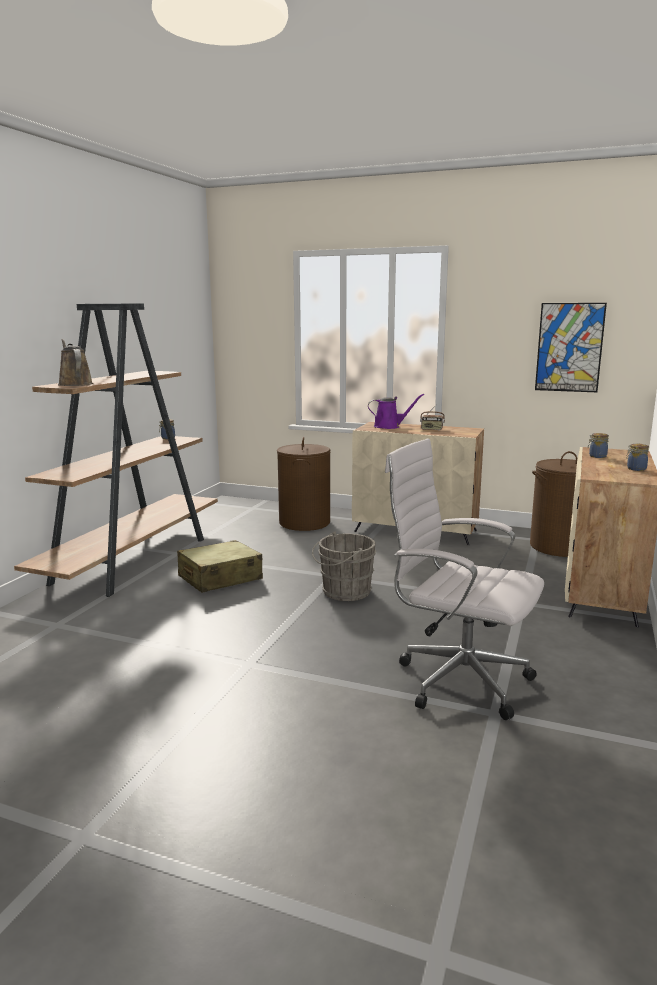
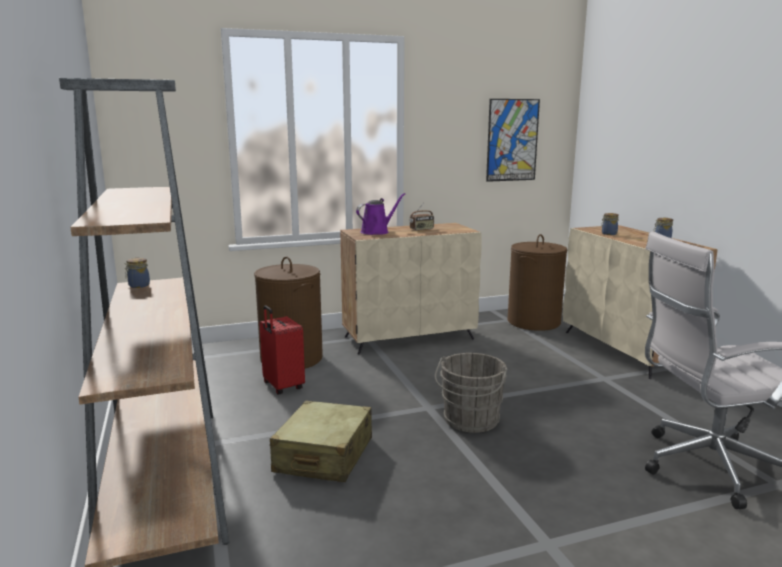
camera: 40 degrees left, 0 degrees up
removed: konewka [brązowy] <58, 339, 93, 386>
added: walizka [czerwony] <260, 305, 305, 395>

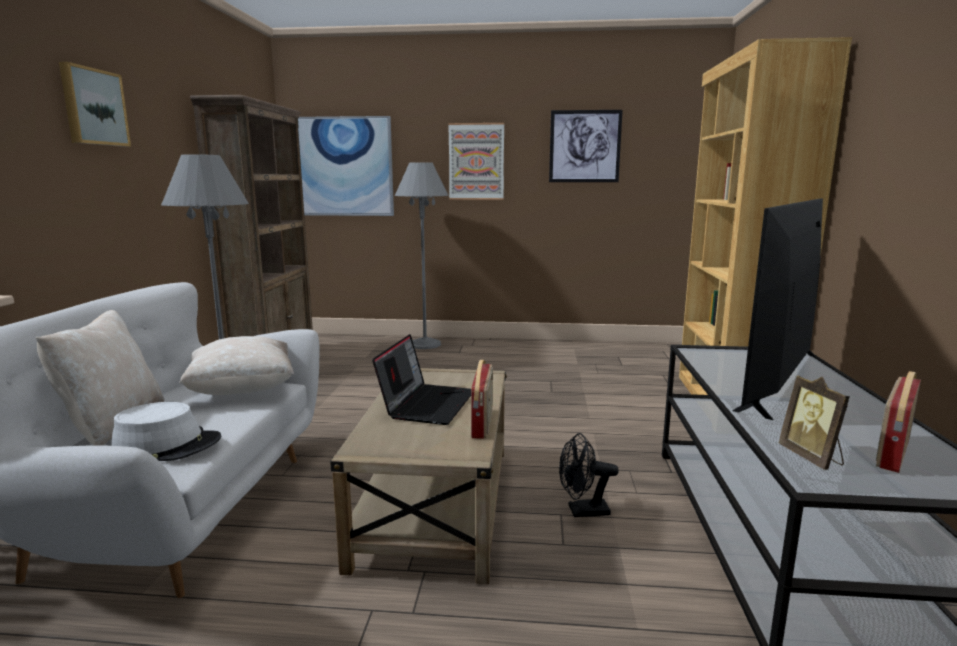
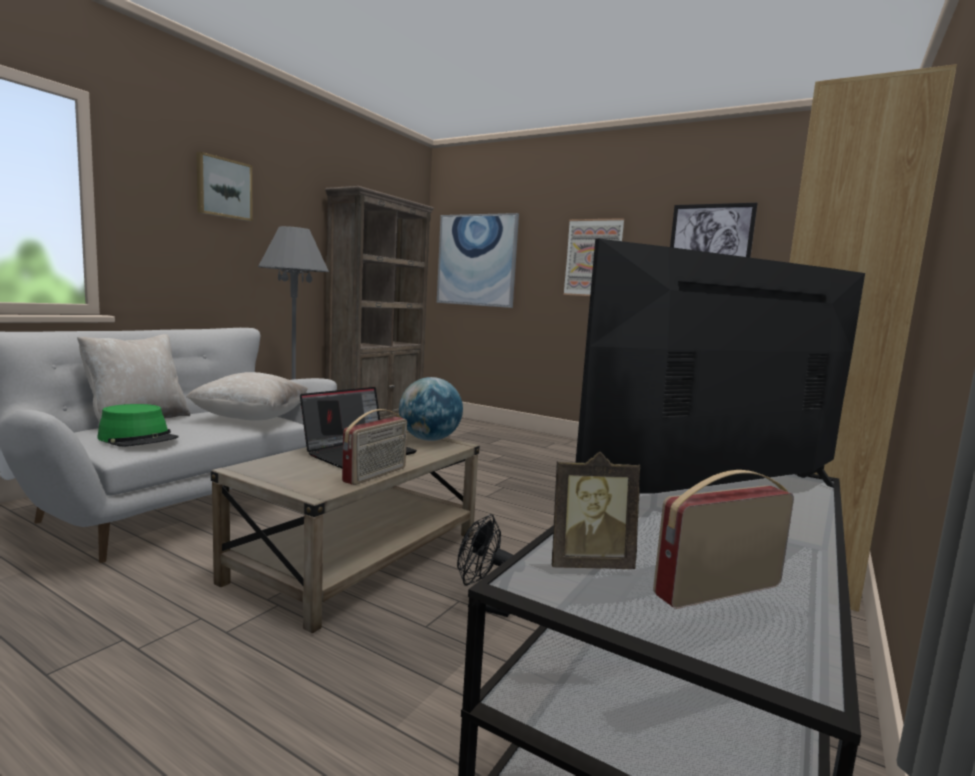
camera: 25 degrees right, 5 degrees down
removed: lampa stojąca [szary] <395, 162, 449, 349>
added: globus <399, 377, 463, 441>
recoloured: kapelusz [szary] <112, 402, 221, 461> to kapelusz [zielony] <97, 404, 178, 447>
turned: ramka na zdjęcie <778, 376, 850, 470> = <552, 452, 641, 569> 105 degrees counterclockwise

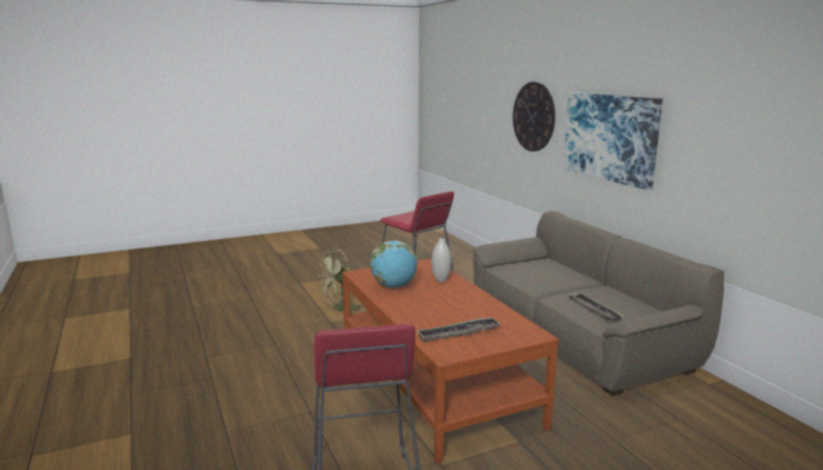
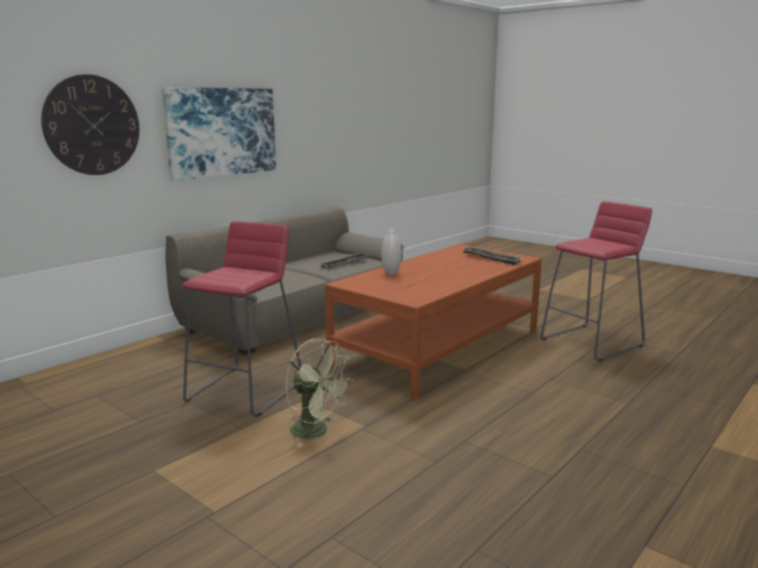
camera: 115 degrees left, 0 degrees up
removed: globus <370, 240, 417, 288>

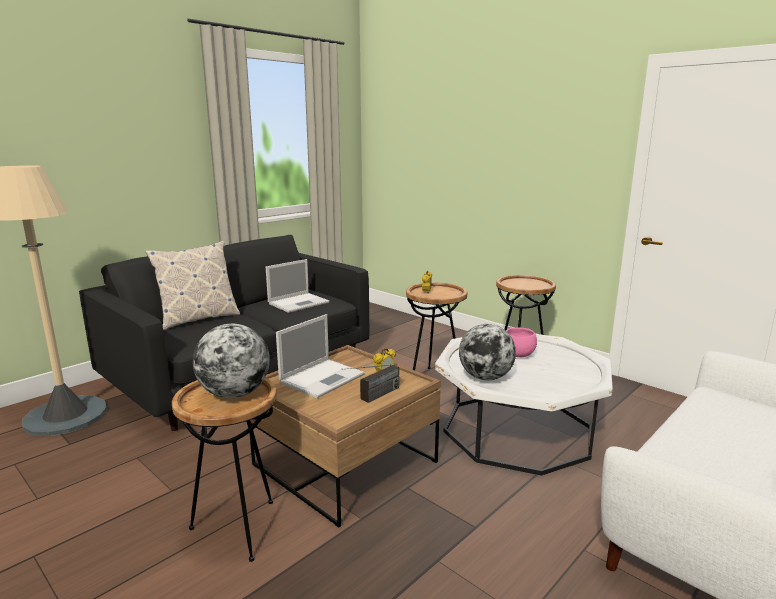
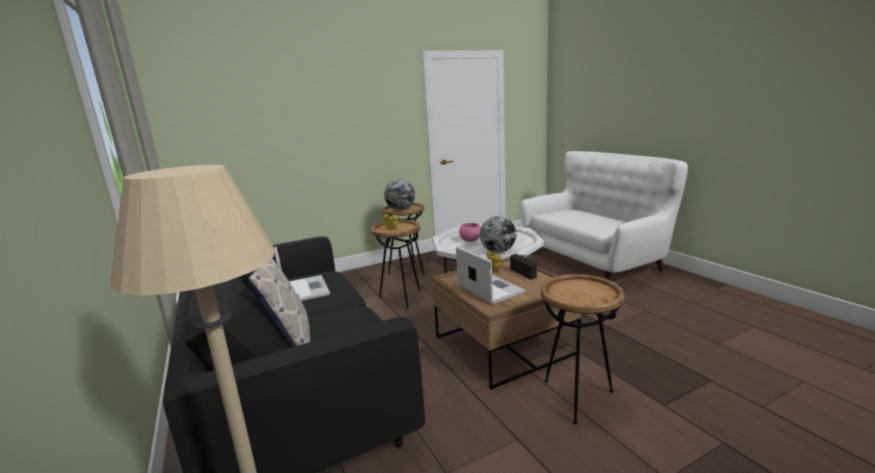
camera: 70 degrees left, 0 degrees up
moved: globus <193, 324, 270, 398> to <384, 179, 415, 210>

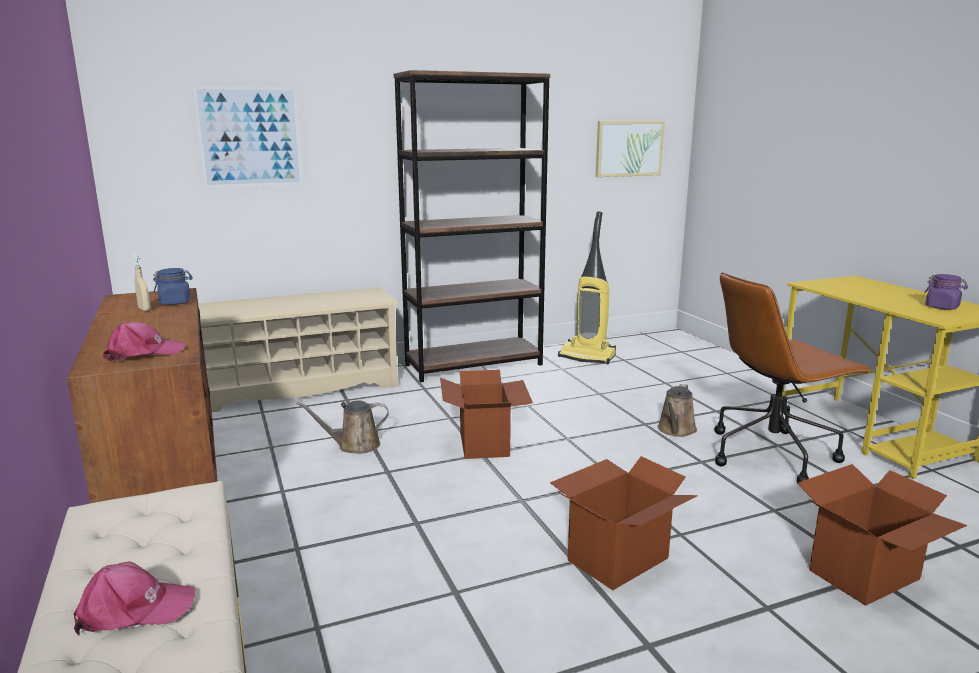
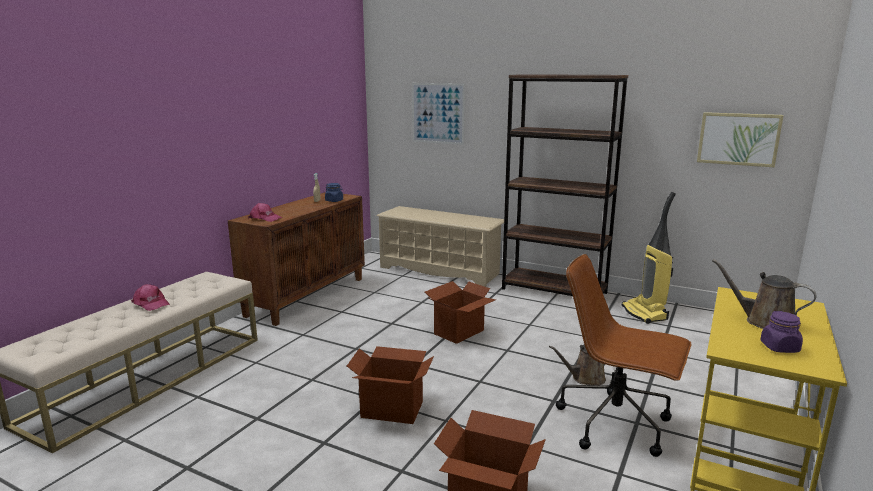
camera: 50 degrees right, 0 degrees up
moved: konewka [brązowy] <297, 401, 389, 454> to <712, 259, 817, 329>

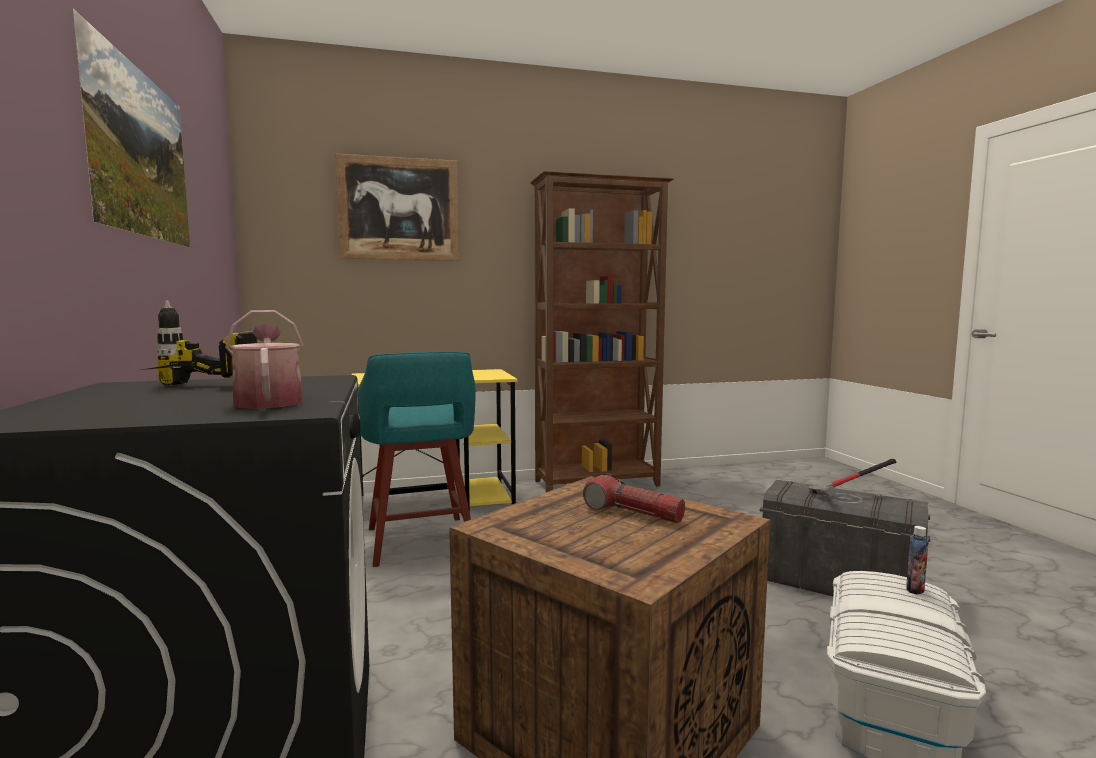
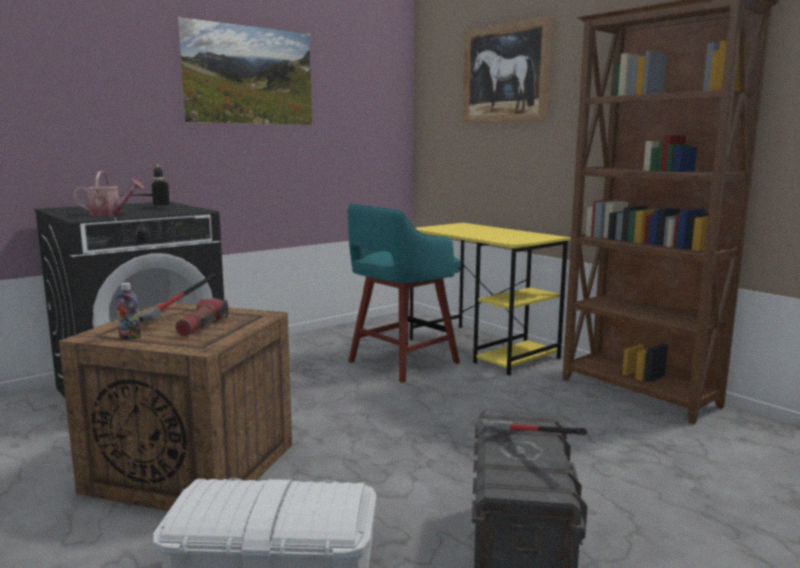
camera: 65 degrees right, 5 degrees up
added: młotek <139, 273, 217, 323>
moved: butelka <906, 526, 929, 595> to <116, 283, 141, 340>
turned: konewka <225, 310, 304, 409> = <73, 171, 144, 216> 45 degrees clockwise

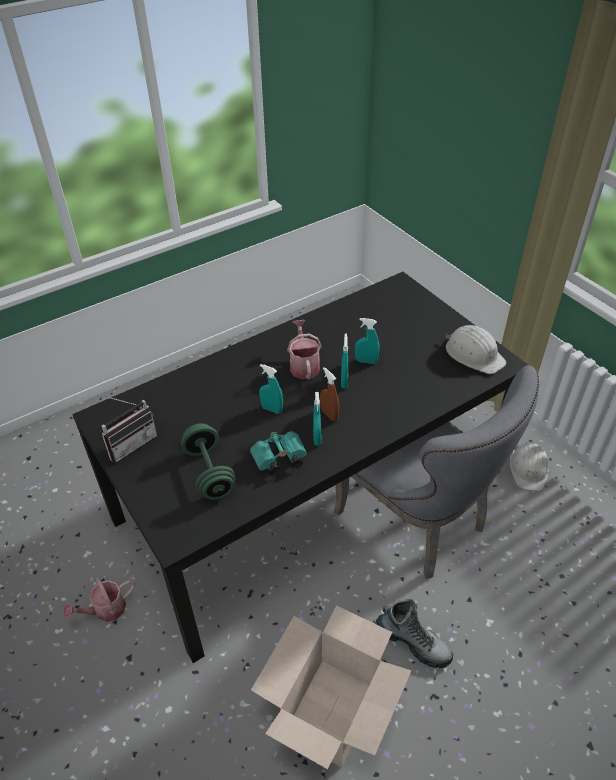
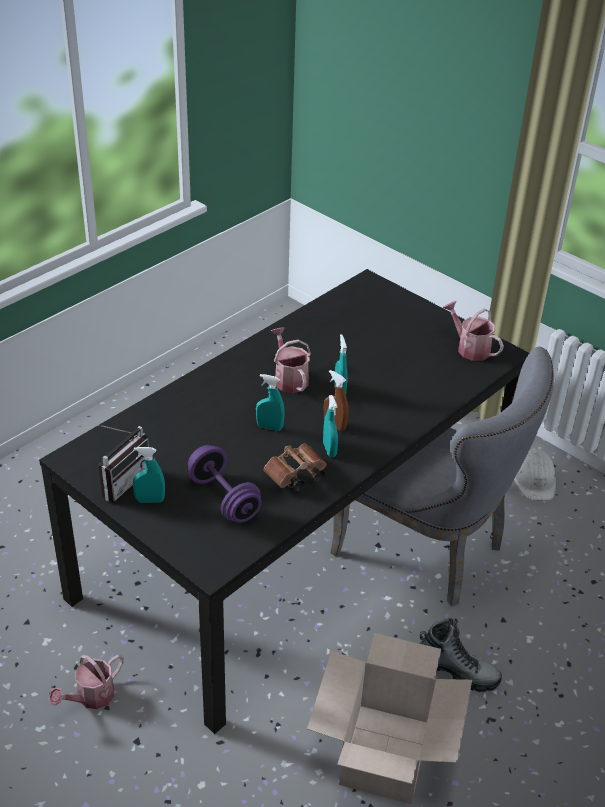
camera: 15 degrees left, 5 degrees down
moved: spryskiwacz [turkusowy] <355, 318, 379, 364> to <133, 447, 165, 503>
replaced: kask [biały] <446, 325, 507, 374> to konewka <443, 301, 504, 361>
recoloured: hantel [zielony] <181, 423, 236, 500> to hantel [fioletowy] <188, 445, 262, 523>; lornetka [turkusowy] <250, 431, 307, 476> to lornetka [brązowy] <264, 443, 326, 491>

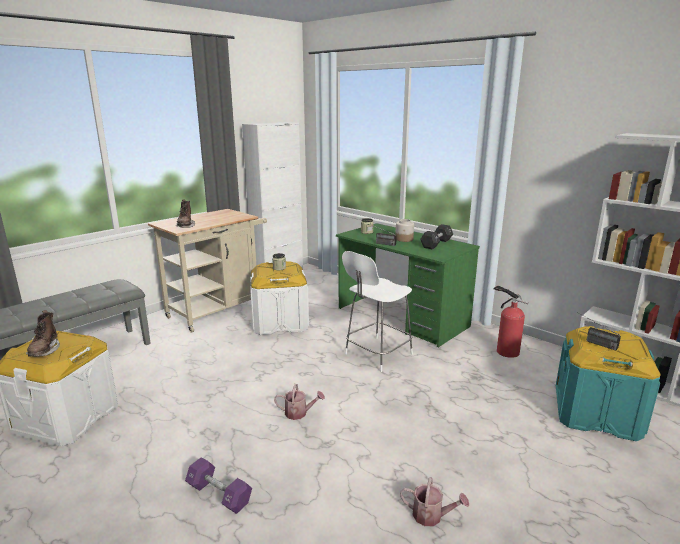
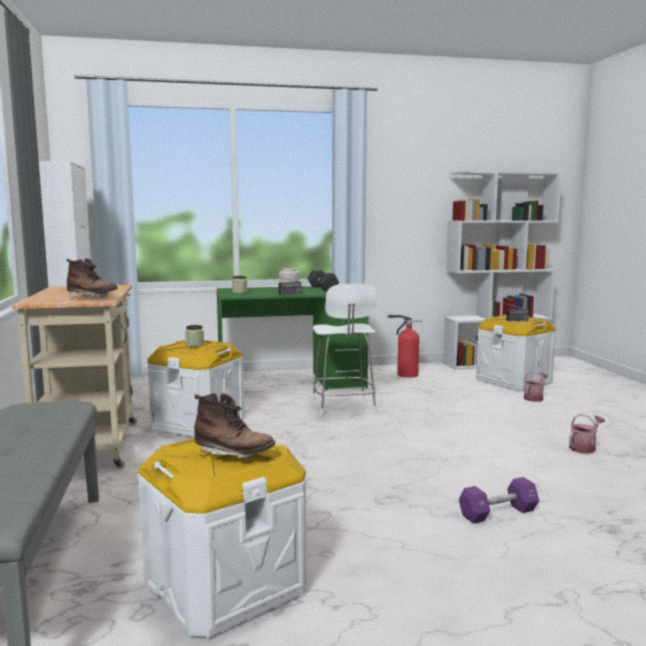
camera: 55 degrees left, 10 degrees down
moved: konewka <274, 384, 325, 420> to <524, 371, 547, 402>
recoloured: pojemnik do przechowywania [turkusowy] <556, 326, 660, 441> to pojemnik do przechowywania [biały] <476, 315, 556, 391>

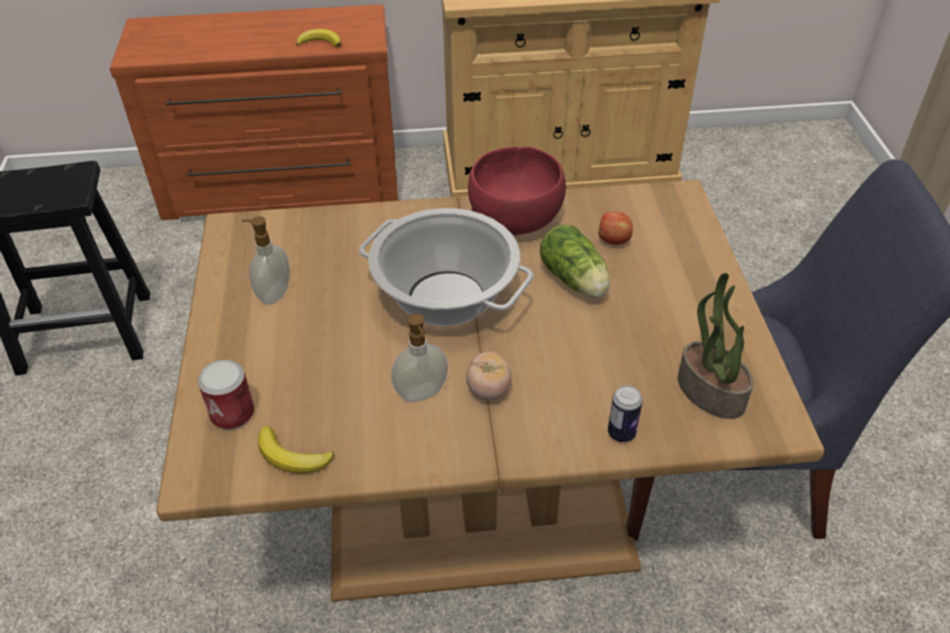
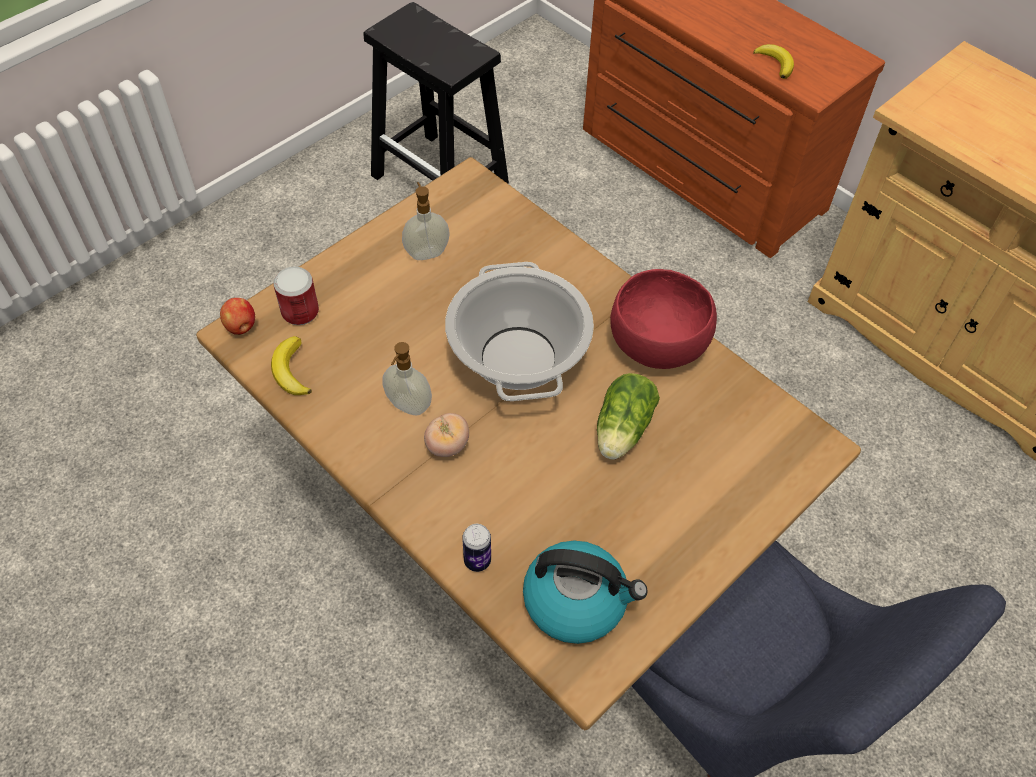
camera: 50 degrees right, 10 degrees up
moved: jabłko <598, 211, 633, 245> to <220, 298, 255, 335>
replaced: roślina doniczkowa <678, 273, 754, 419> to czajnik <523, 541, 648, 644>

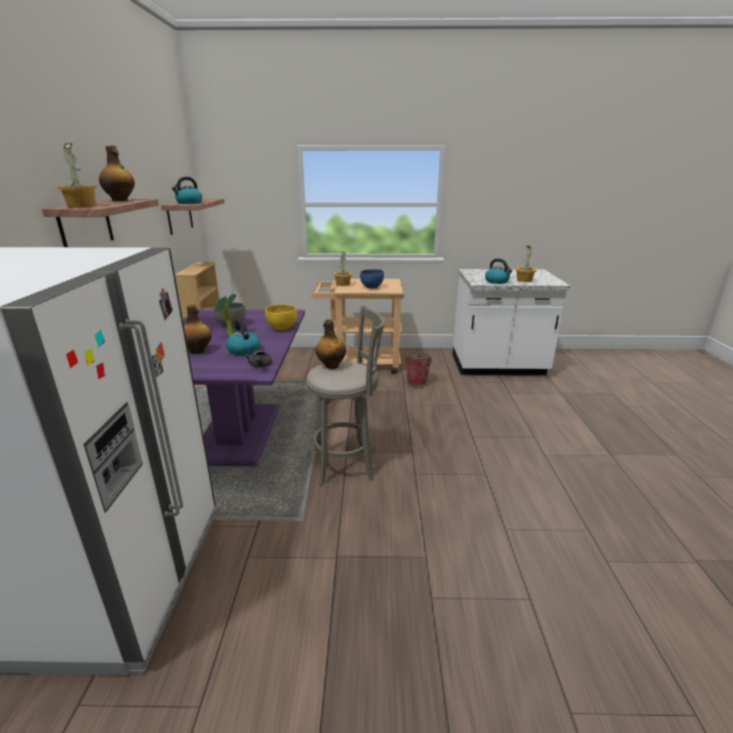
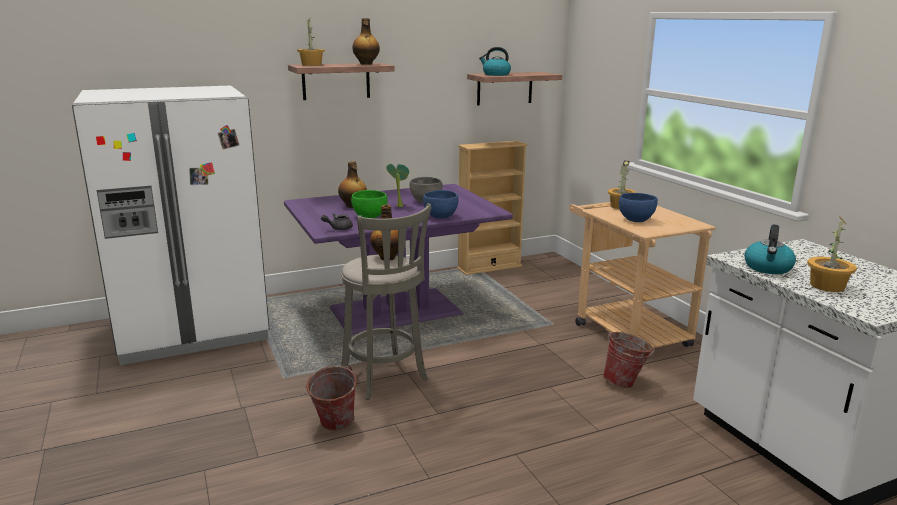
camera: 65 degrees right, 5 degrees down
added: wiadro <304, 366, 357, 431>
replaced: czajnik <226, 320, 260, 355> to miska [zielony] <351, 190, 387, 218>
recoloured: miska [żółty] <265, 304, 297, 330> to miska [niebieski] <423, 190, 458, 219>

